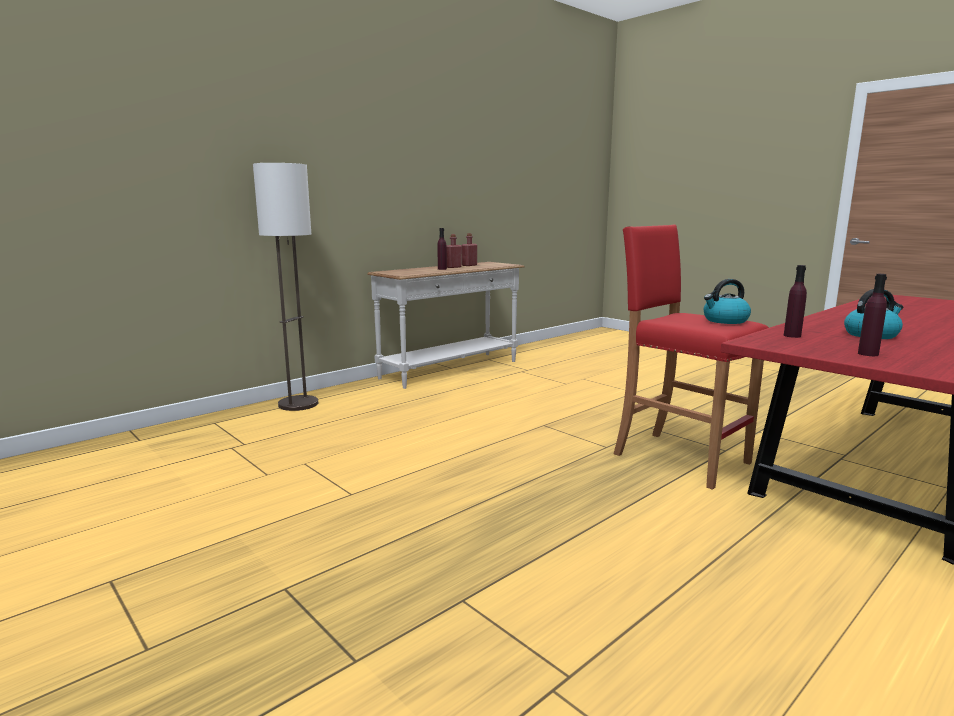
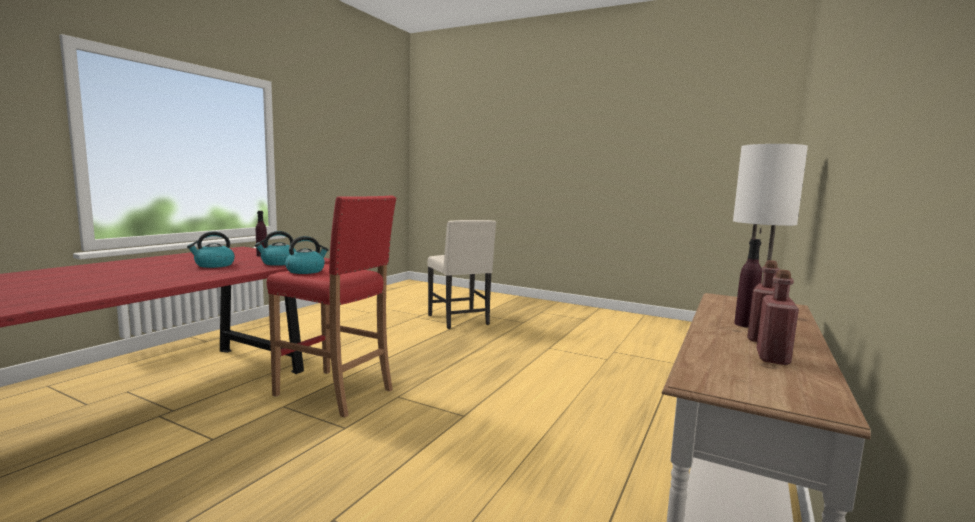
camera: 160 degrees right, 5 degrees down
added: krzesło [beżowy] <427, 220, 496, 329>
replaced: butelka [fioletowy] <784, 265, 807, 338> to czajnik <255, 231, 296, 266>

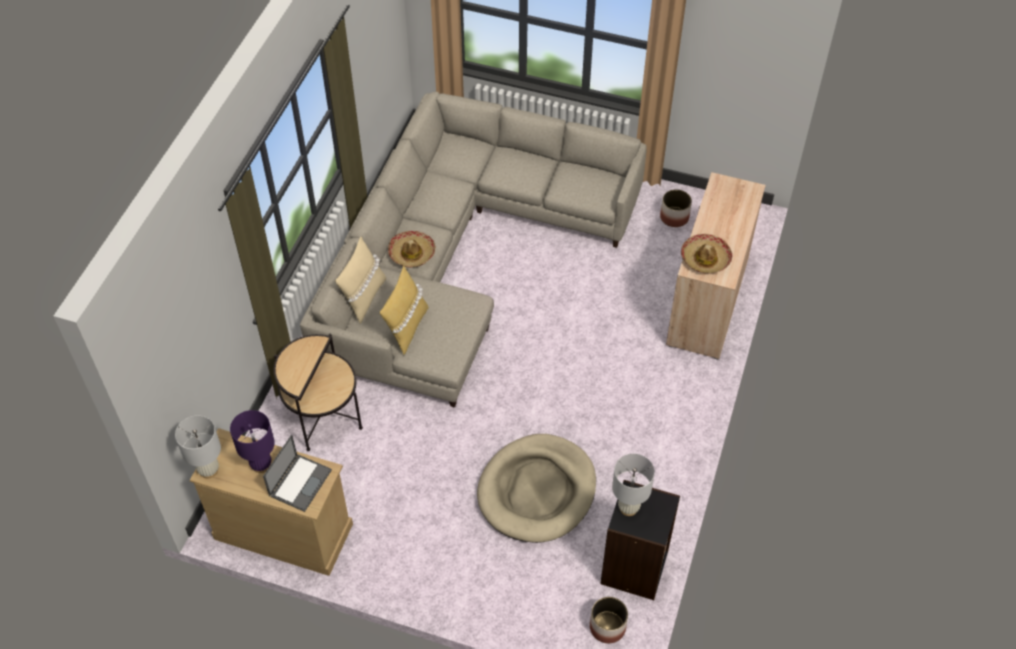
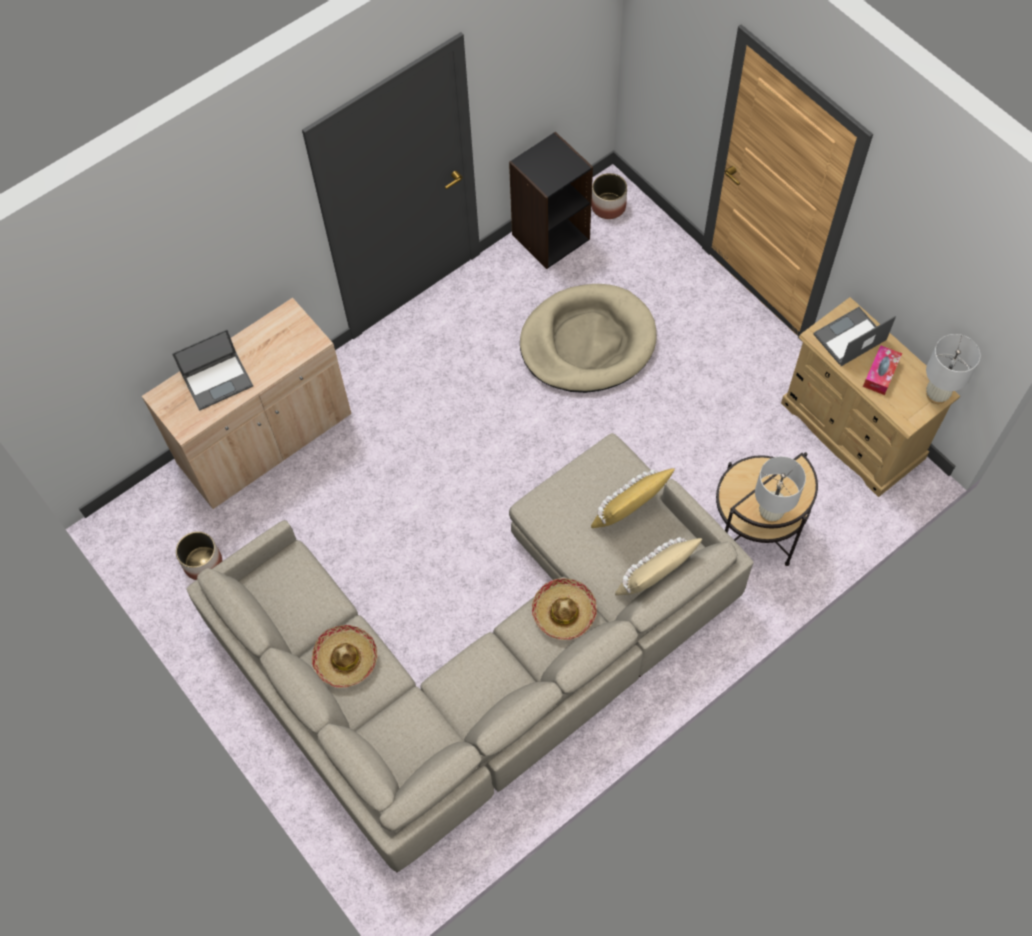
camera: 145 degrees left, 10 degrees up
added: laptop <172, 329, 253, 411>
moved: kapelusz <681, 234, 732, 274> to <312, 625, 378, 688>; lampa stołowa [biały] <612, 454, 655, 516> to <755, 456, 806, 523>
replaced: lampa stołowa [fioletowy] <230, 410, 275, 473> to pudełko chusteczek <863, 345, 902, 395>

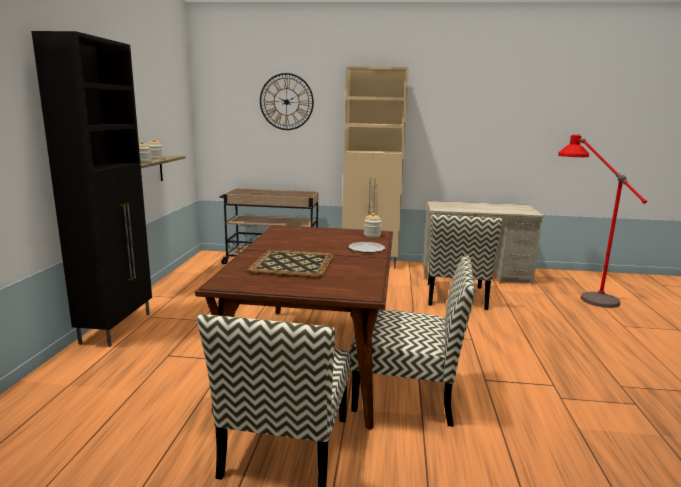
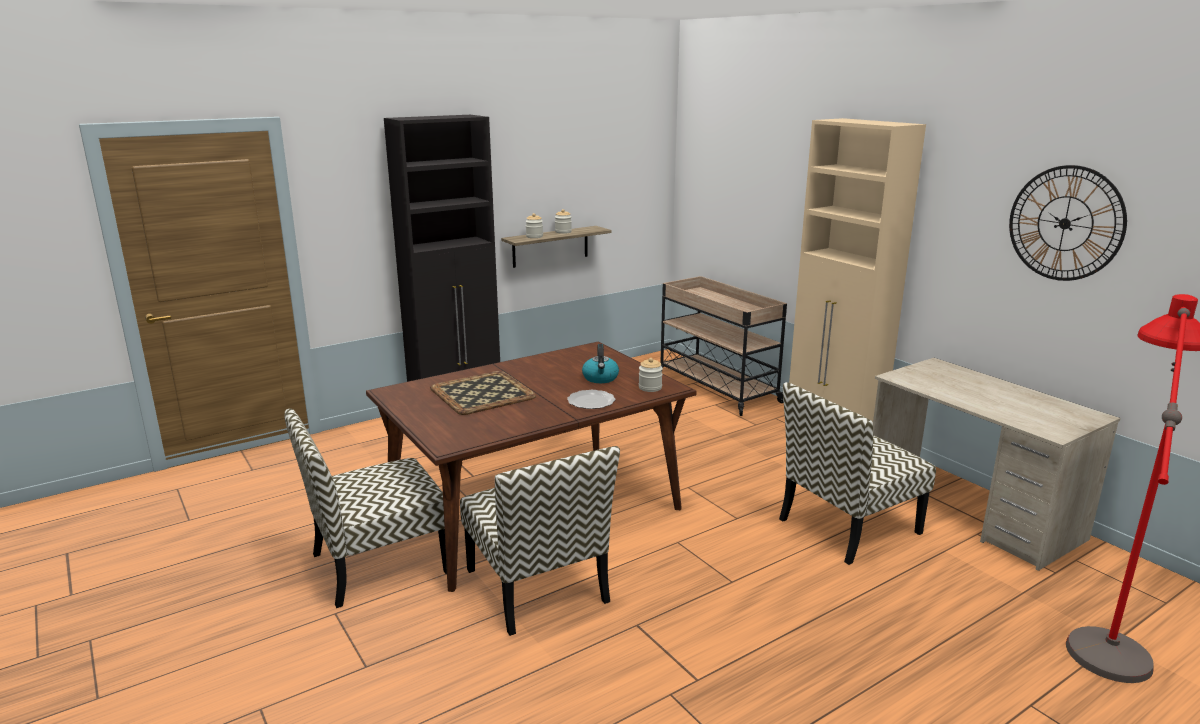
camera: 50 degrees right, 5 degrees up
added: czajnik <582, 344, 619, 383>
moved: zegar ścienny <260, 73, 314, 130> to <1009, 165, 1127, 281>

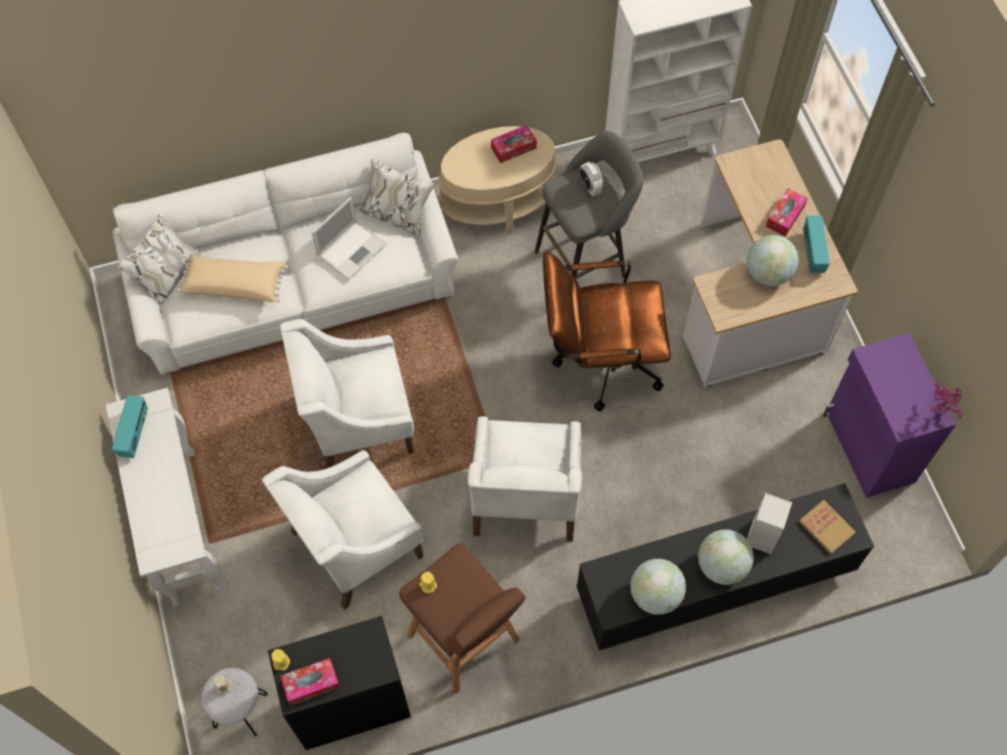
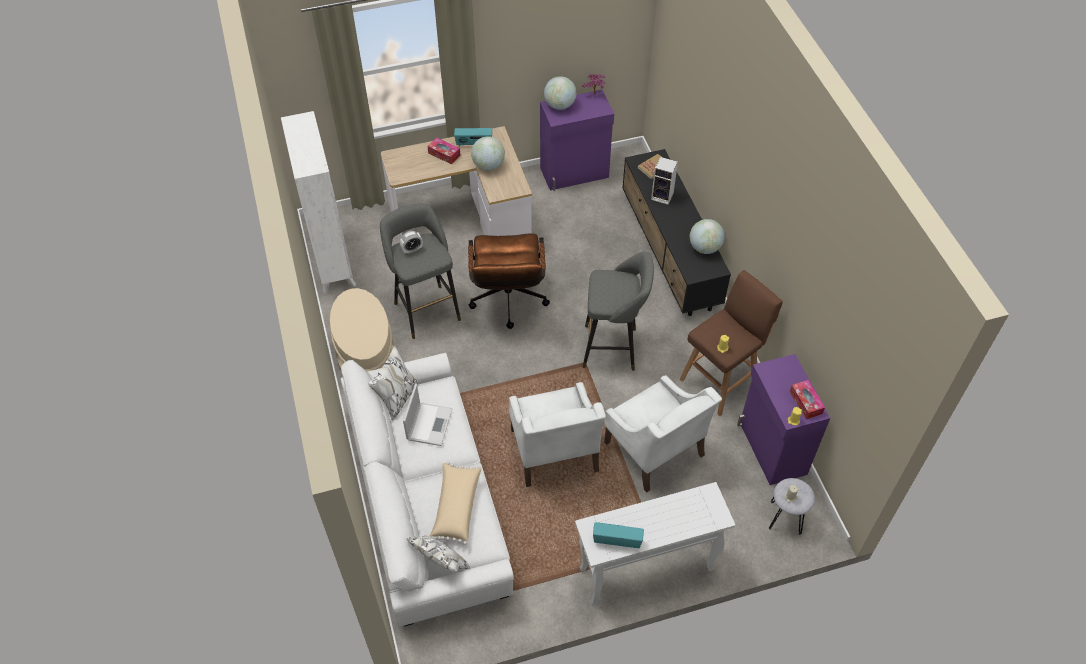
camera: 90 degrees left, 10 degrees down
removed: pudełko chusteczek <491, 125, 537, 163>
moved: globus <698, 530, 754, 585> to <544, 76, 576, 110>
replaced: fotel [biały] <468, 416, 582, 541> to stołek [szary] <582, 251, 654, 371>
recoloured: szafka [czarny] <267, 616, 411, 750> to szafka [fioletowy] <737, 354, 830, 485>
turned: laptop <311, 197, 386, 280> = <403, 384, 453, 446> 60 degrees clockwise

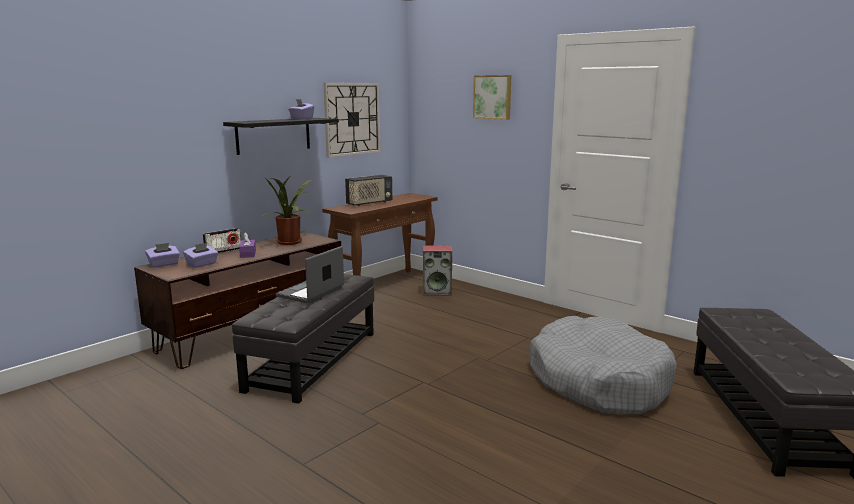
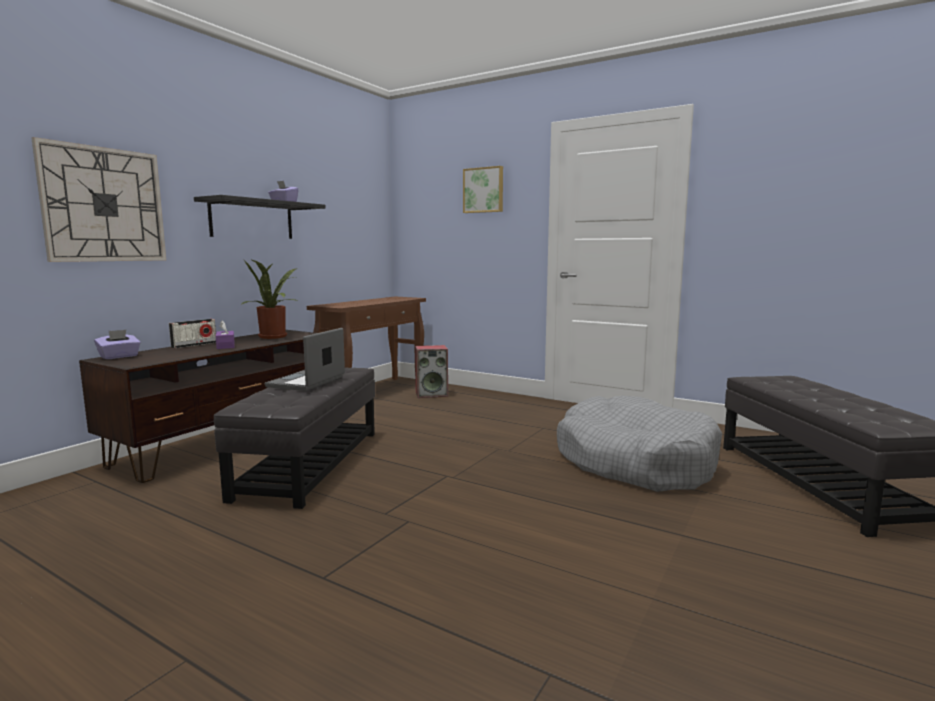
camera: 10 degrees left, 5 degrees down
removed: pudełko chusteczek [fioletowy] <183, 242, 218, 268>; radio <345, 175, 392, 206>
moved: zegar ścienny <323, 83, 381, 158> to <31, 137, 166, 262>

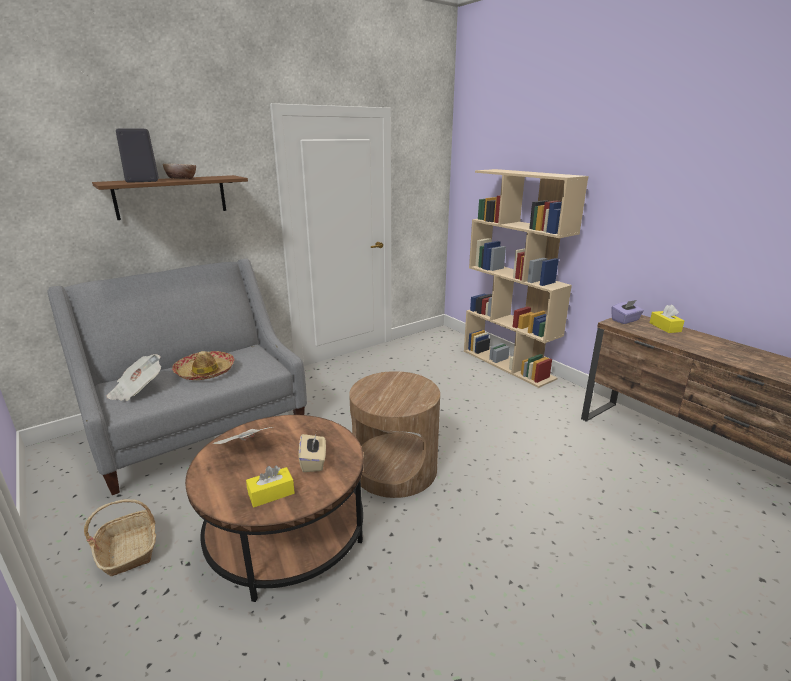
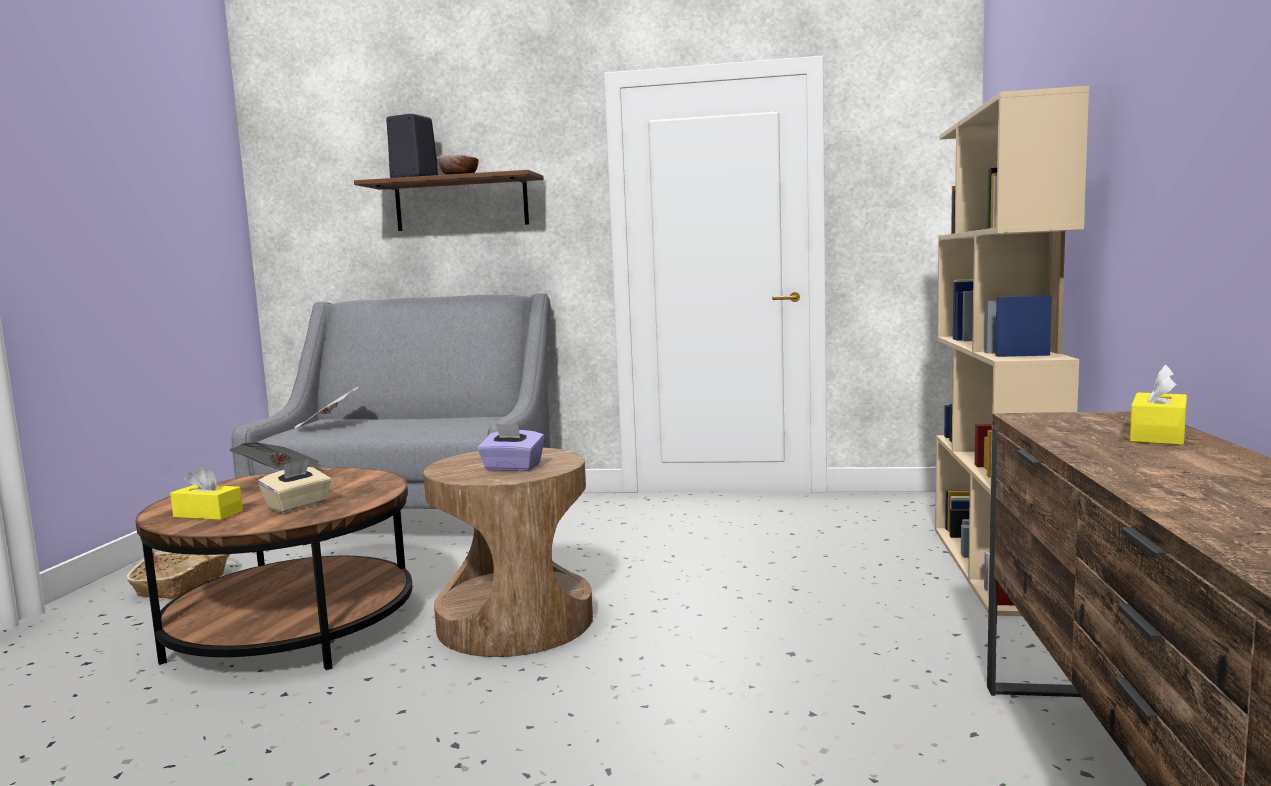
camera: 45 degrees right, 15 degrees down
removed: kapelusz <172, 351, 235, 380>
moved: pudełko chusteczek [fioletowy] <611, 300, 644, 324> to <477, 423, 544, 471>

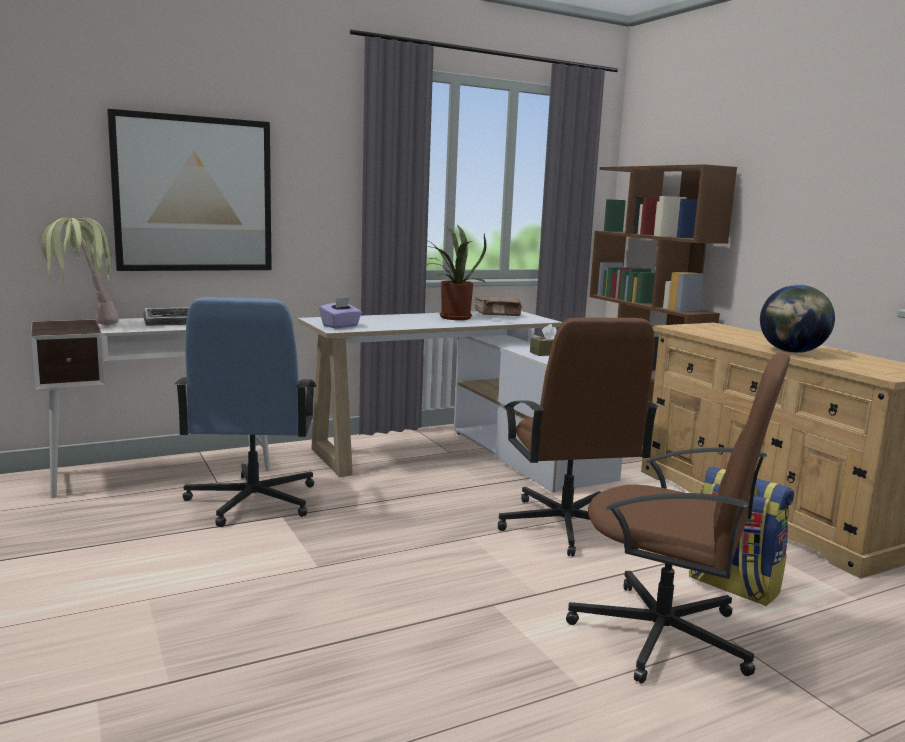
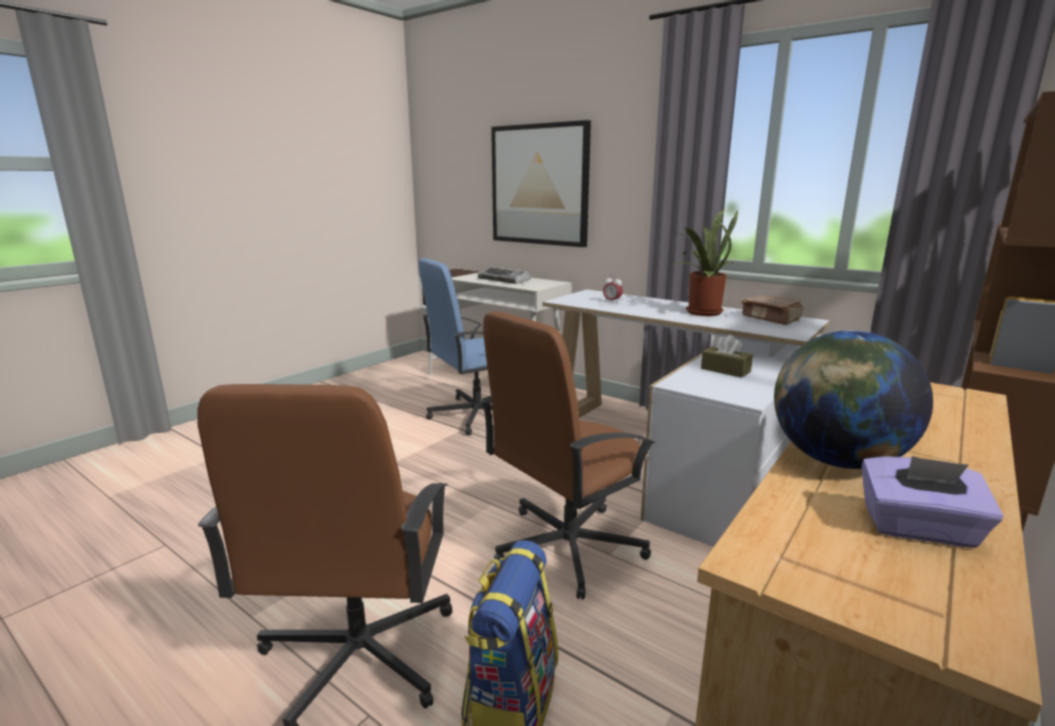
camera: 65 degrees right, 5 degrees up
removed: roślina doniczkowa <38, 218, 119, 325>
added: budzik <603, 275, 623, 303>
moved: pudełko chusteczek [fioletowy] <319, 298, 362, 328> to <862, 456, 1003, 548>

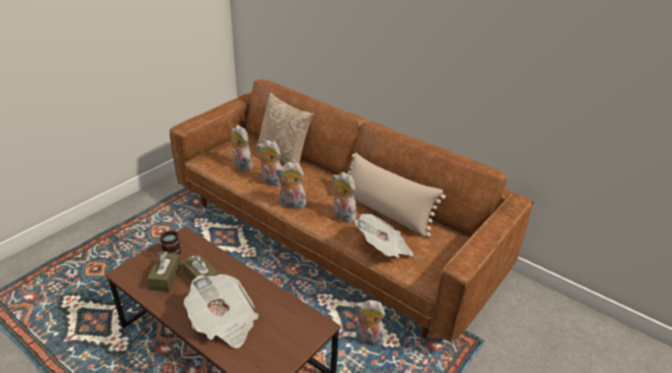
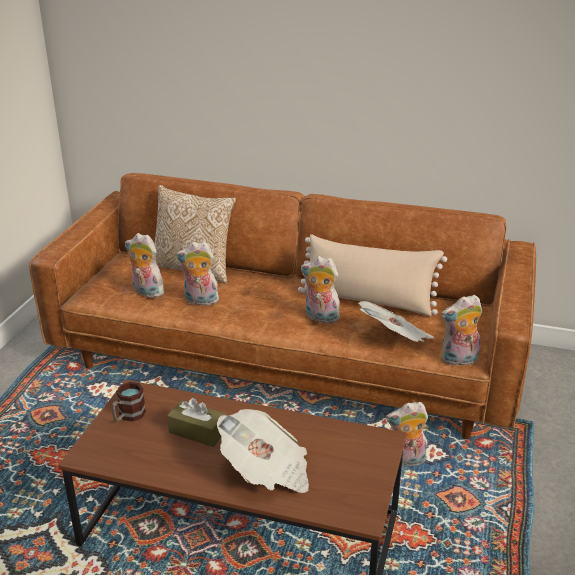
camera: 20 degrees left, 5 degrees down
removed: pudełko chusteczek [brązowy] <147, 252, 181, 292>
moved: pluszak <275, 162, 306, 209> to <441, 295, 482, 366>

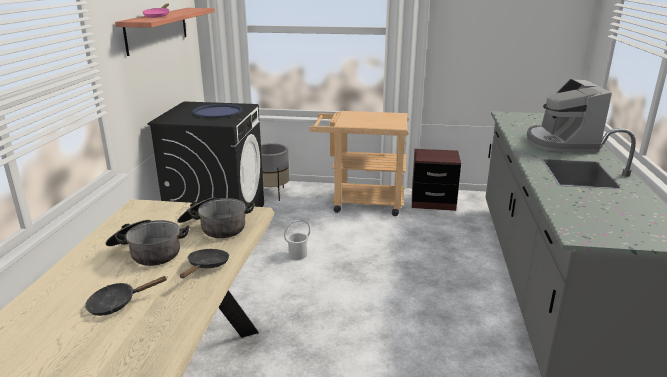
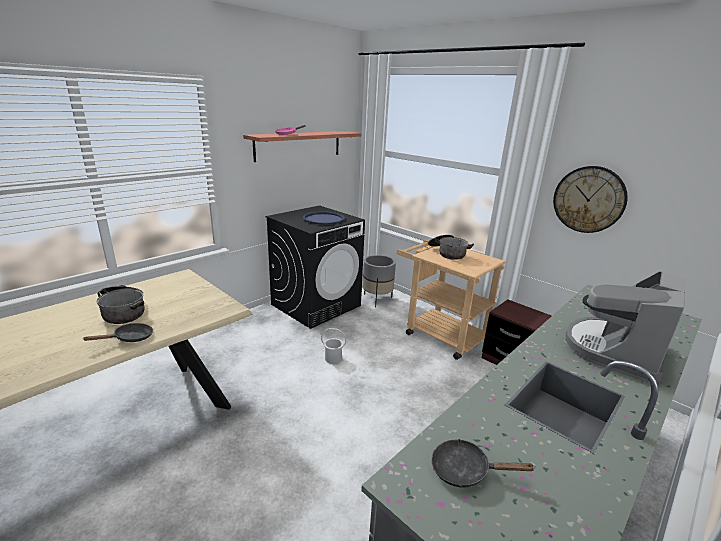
camera: 35 degrees right, 0 degrees up
added: zegar ścienny <553, 166, 628, 233>
moved: garnek <177, 198, 255, 238> to <428, 235, 474, 260>; patelnia [czarny] <85, 276, 168, 316> to <431, 439, 535, 488>

